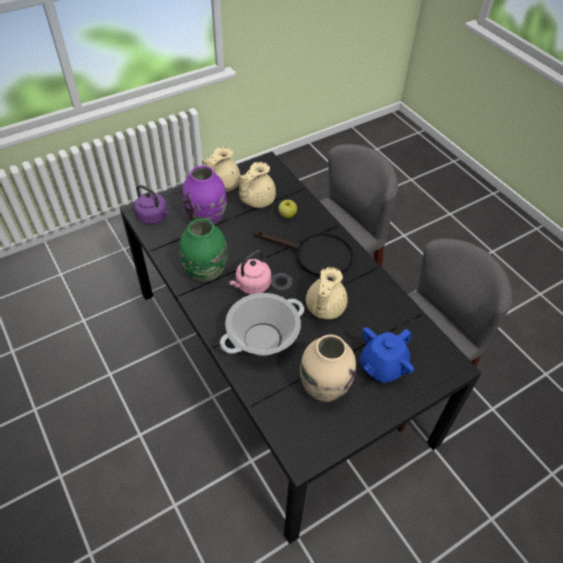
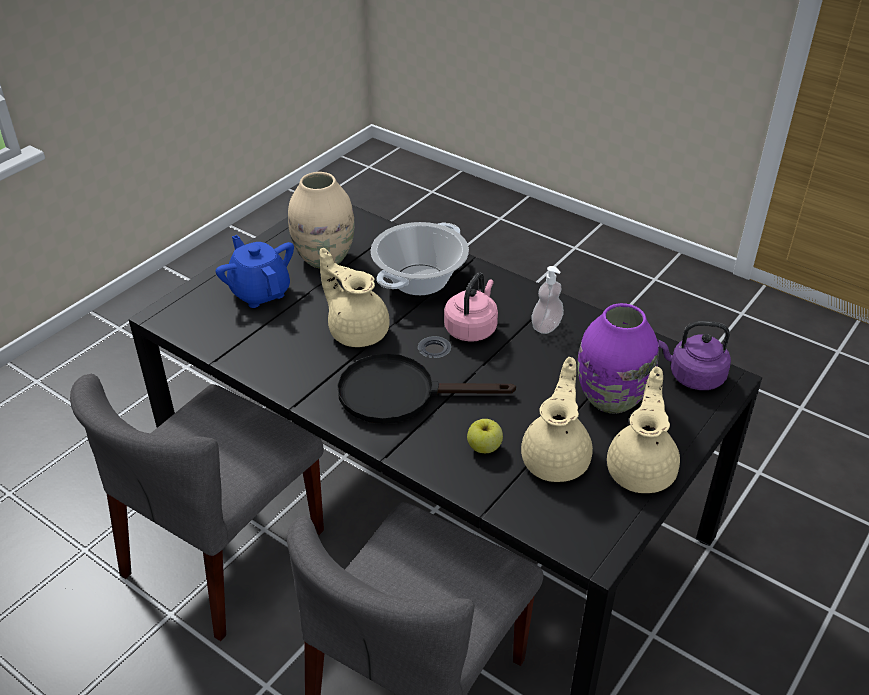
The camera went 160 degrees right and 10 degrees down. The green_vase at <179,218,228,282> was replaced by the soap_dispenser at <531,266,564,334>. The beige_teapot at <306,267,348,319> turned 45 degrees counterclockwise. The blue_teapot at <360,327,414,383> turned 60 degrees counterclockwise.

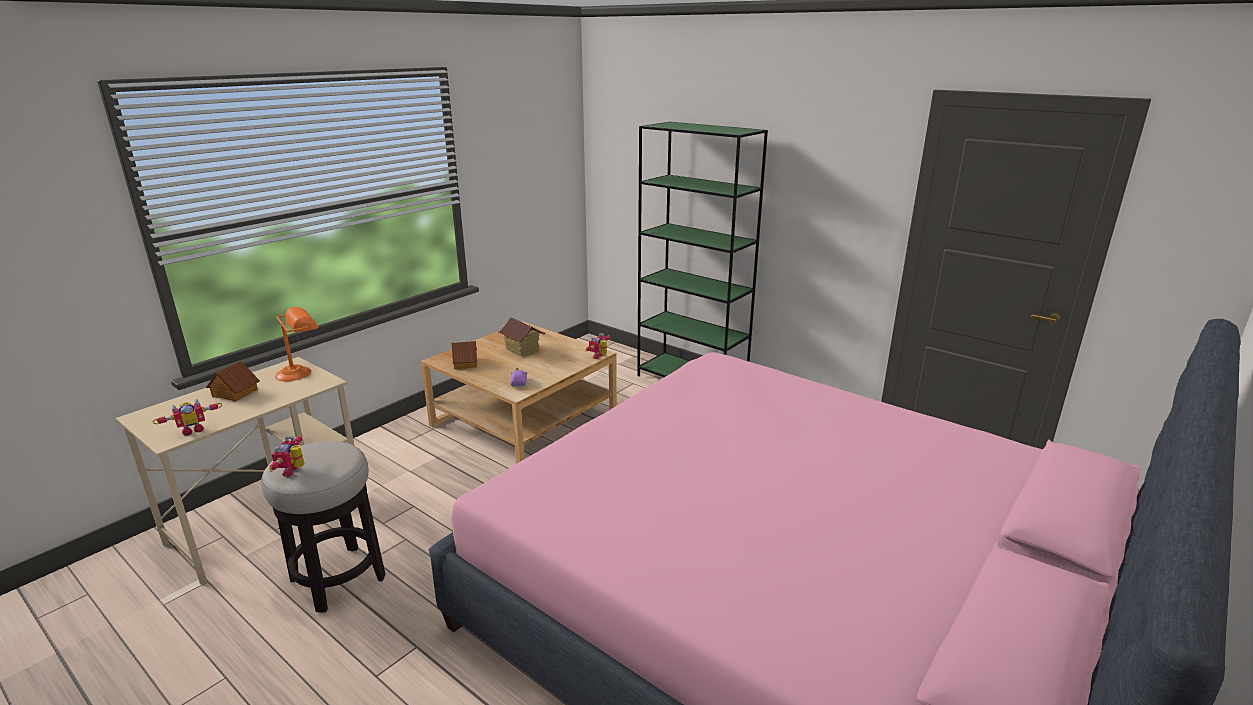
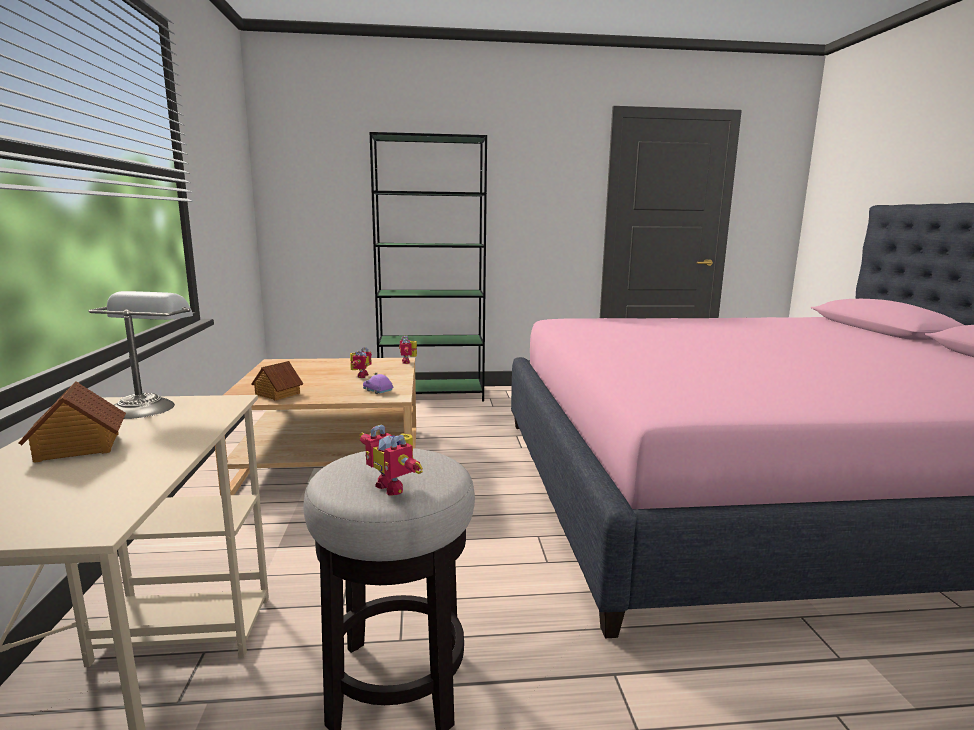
The camera went 45 degrees left and 10 degrees down. The toy_robot moved from <152,399,222,436> to <350,347,372,378>. The orange_table_lamp at <275,307,318,381> became the white_table_lamp at <88,291,193,419>. The toy_house at <498,317,545,357> disappeared.

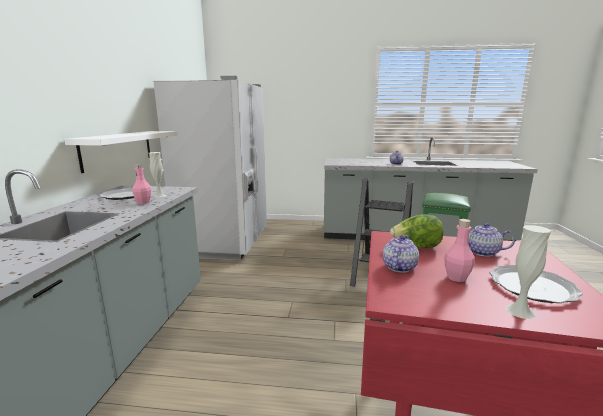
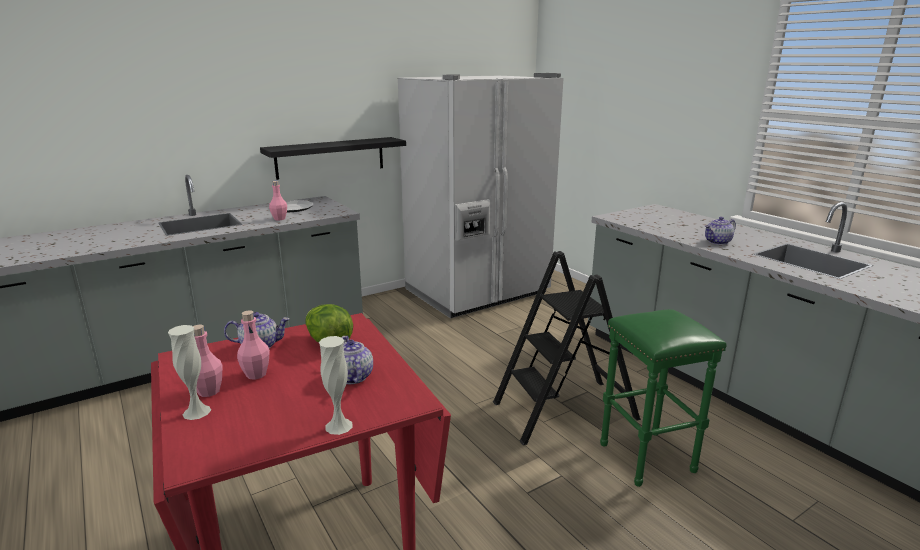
The camera went 50 degrees right and 5 degrees up. The white_shelf at <64,131,178,173> became the black_shelf at <260,137,406,180>. The white_vase moved from <149,152,166,197> to <319,336,352,435>. The plate at <489,265,583,303> disappeared. The pink_bottle at <193,325,223,397> appeared.

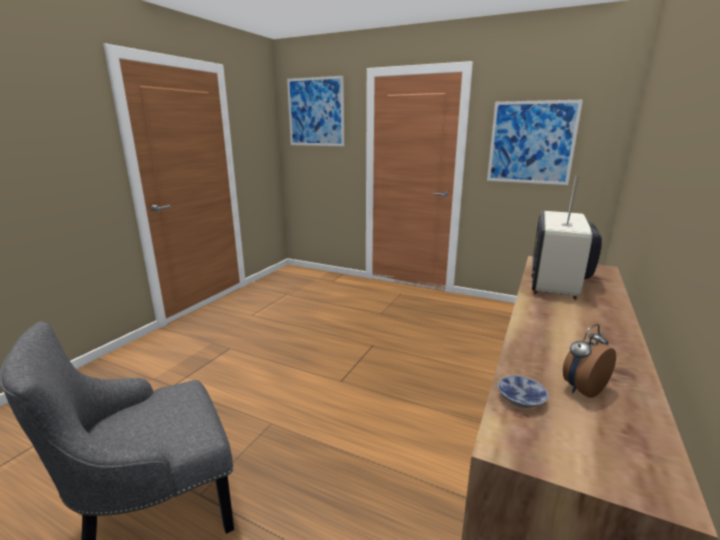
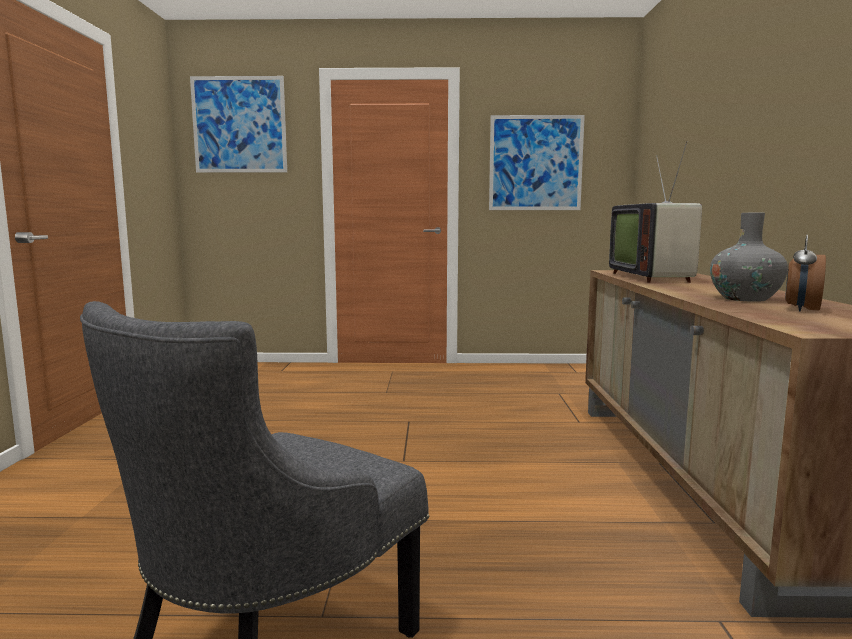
The camera went 25 degrees left and 10 degrees down. The bowl at <498,376,548,408> disappeared. The grey_vase at <710,213,788,302> appeared.

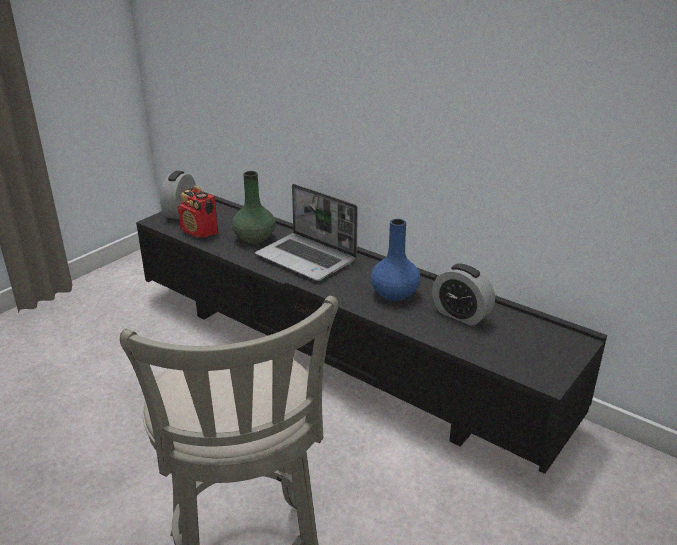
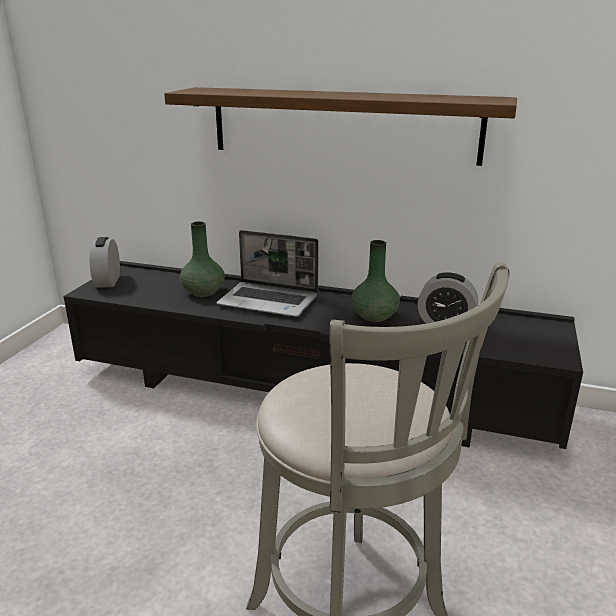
The camera went 20 degrees left and 5 degrees down. The radio at <178,186,218,238> disappeared. The blue_vase at <370,219,421,301> became the green_vase at <351,240,400,322>. The shelf at <164,87,517,166> appeared.

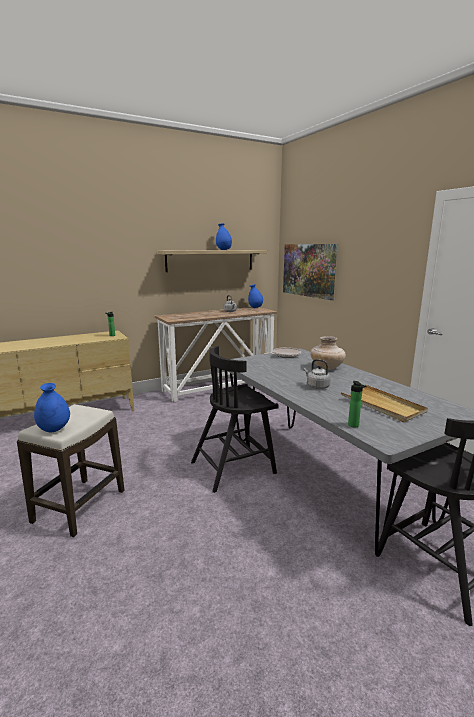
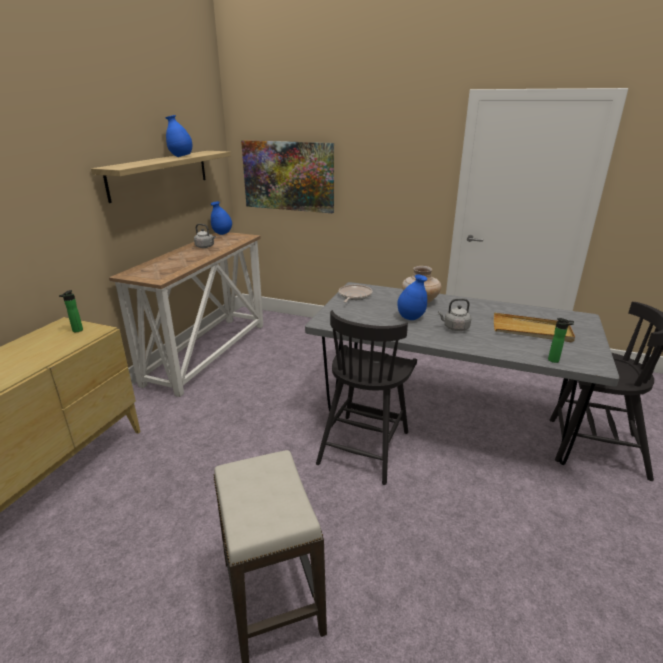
The camera went 40 degrees left and 10 degrees up. The blue_vase moved from <34,383,70,432> to <397,274,427,320>.

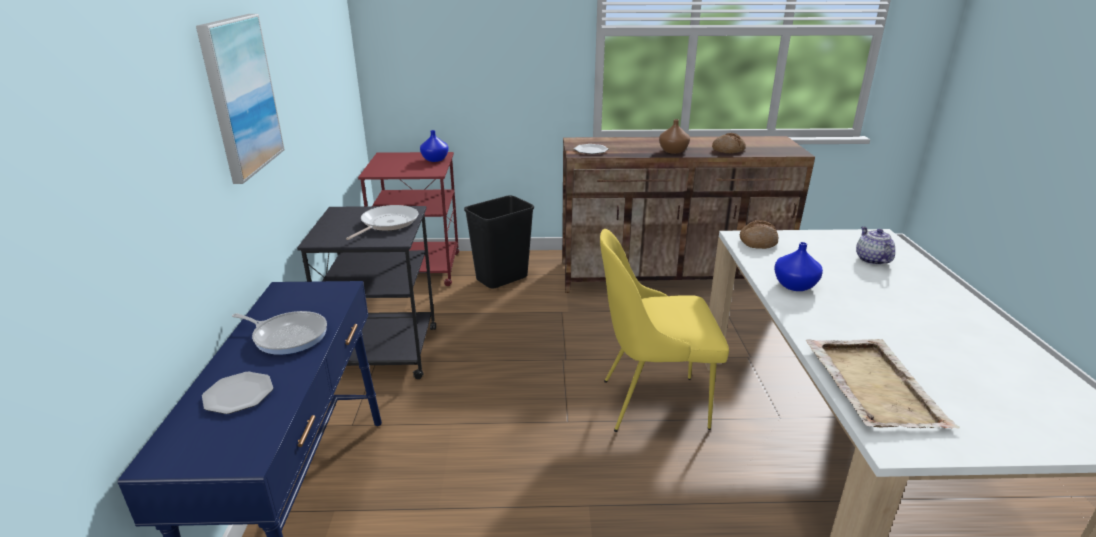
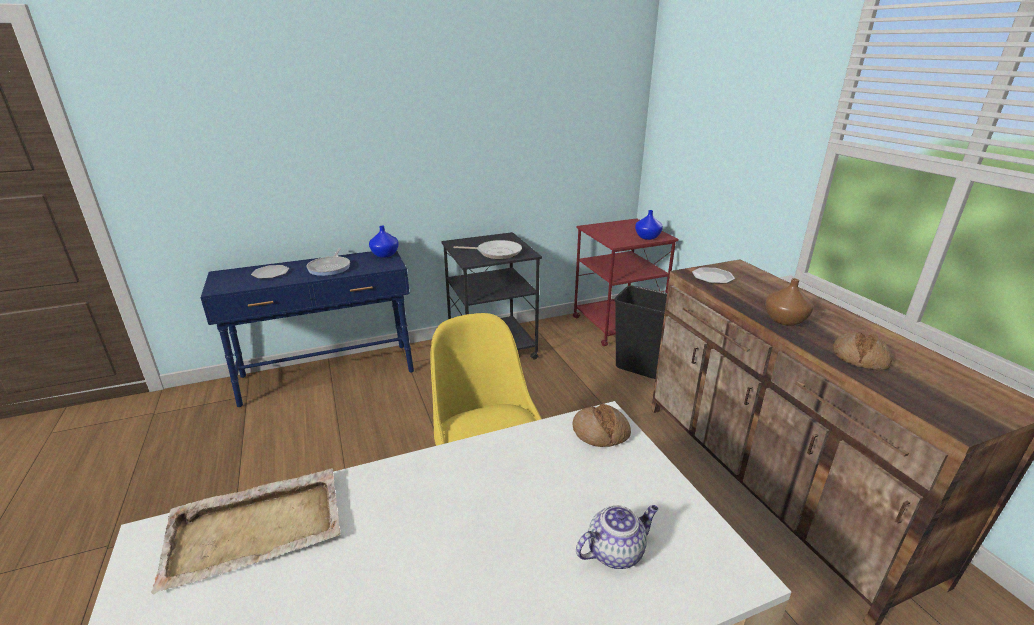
The camera went 70 degrees right and 0 degrees up. The picture at <196,14,285,184> disappeared. The blue_vase moved from <774,242,823,291> to <369,226,399,258>.

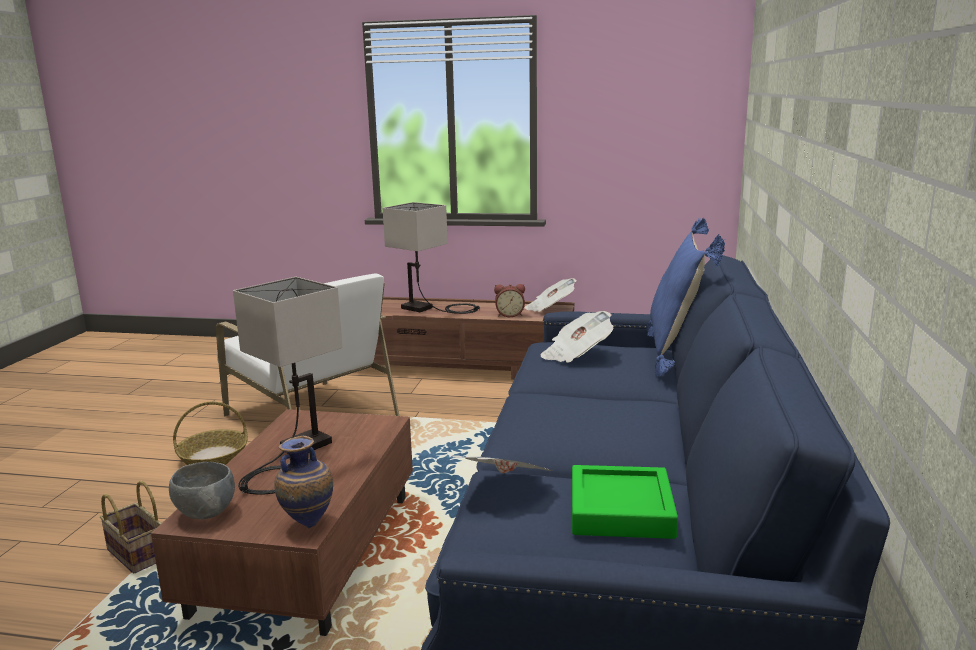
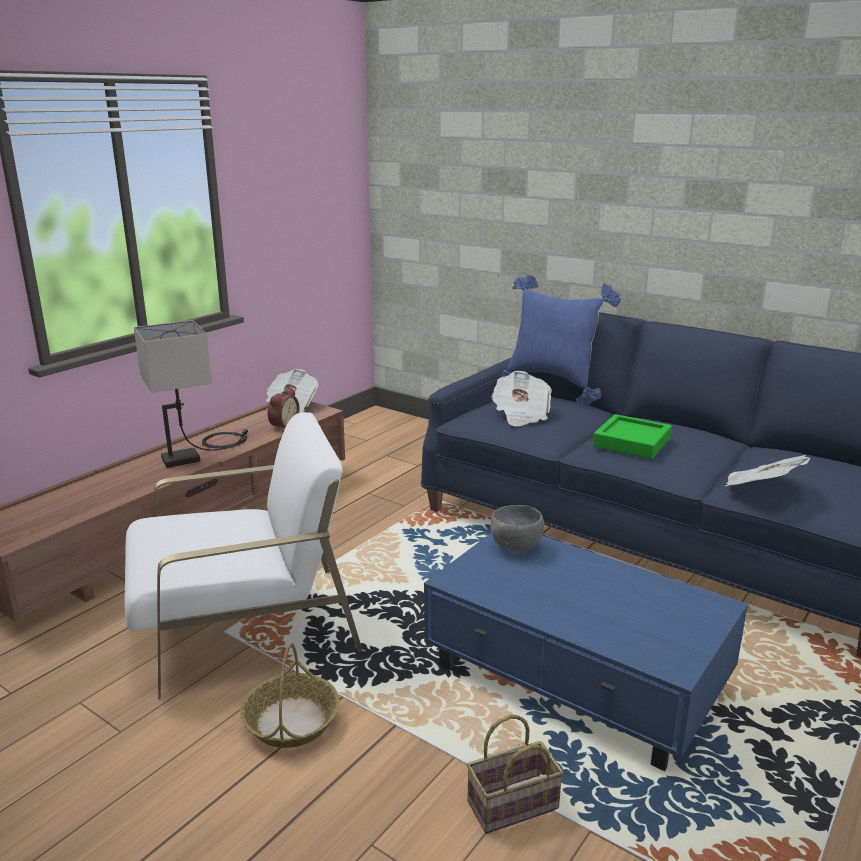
The camera went 65 degrees left and 5 degrees up. The brown_coffee_table at <151,409,413,636> became the blue_coffee_table at <424,533,748,771>. The grey_bowl moved from <169,462,235,519> to <491,505,544,552>. The table_lamp at <233,277,343,495> disappeared. The vase at <274,436,333,529> disappeared. The green_tray moved from <572,465,678,539> to <593,414,672,459>.

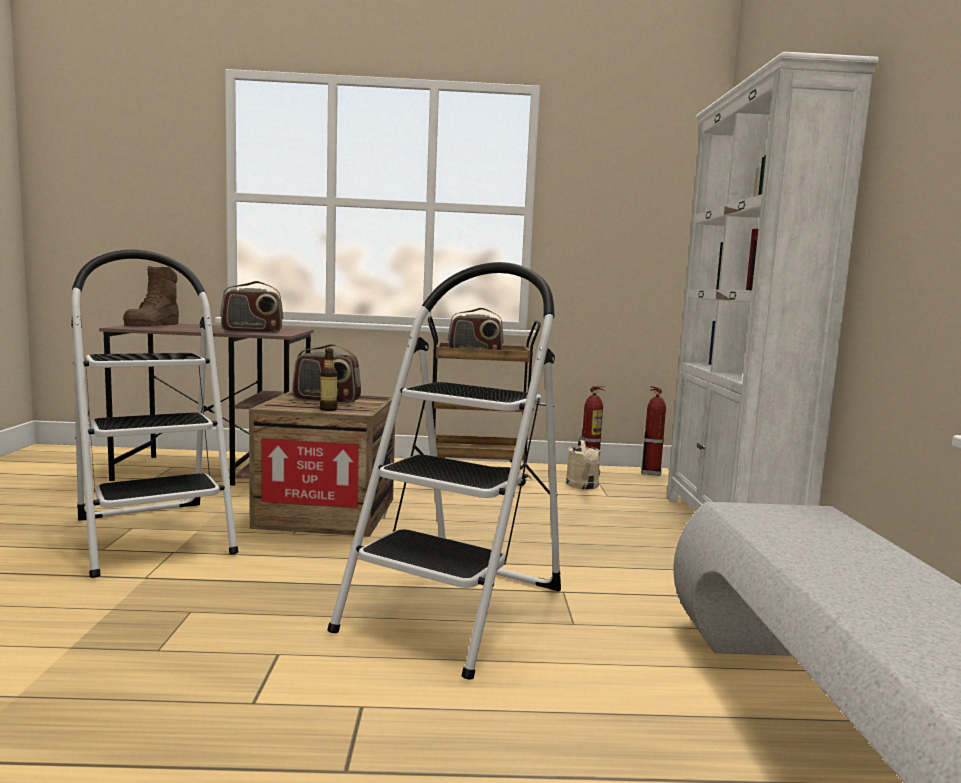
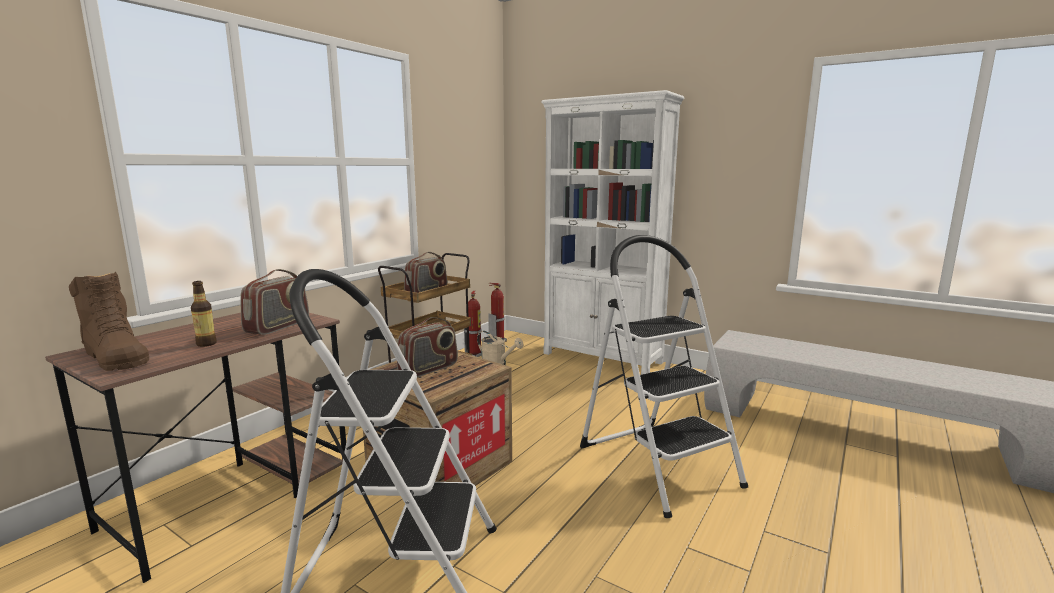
The camera went 55 degrees left and 5 degrees up. The bottle moved from <320,348,338,411> to <191,281,217,347>.

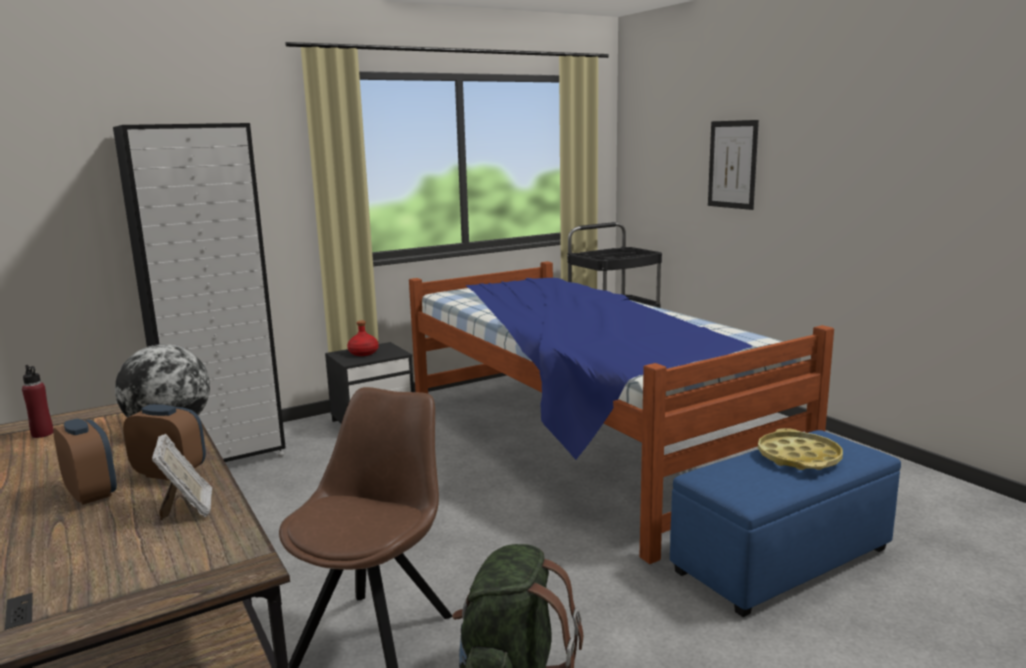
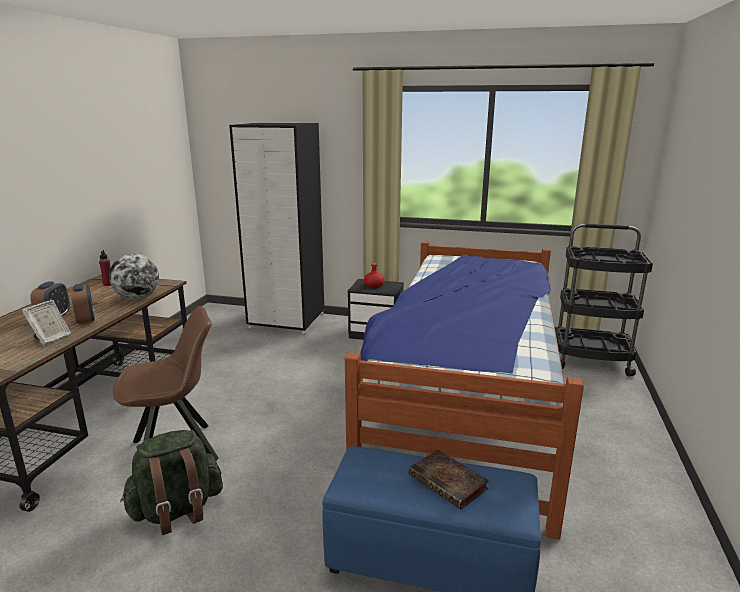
The camera went 45 degrees right and 5 degrees up. The picture at <708,120,759,210> disappeared. The yellow_tray at <758,428,843,470> was replaced by the book at <409,450,489,510>.

